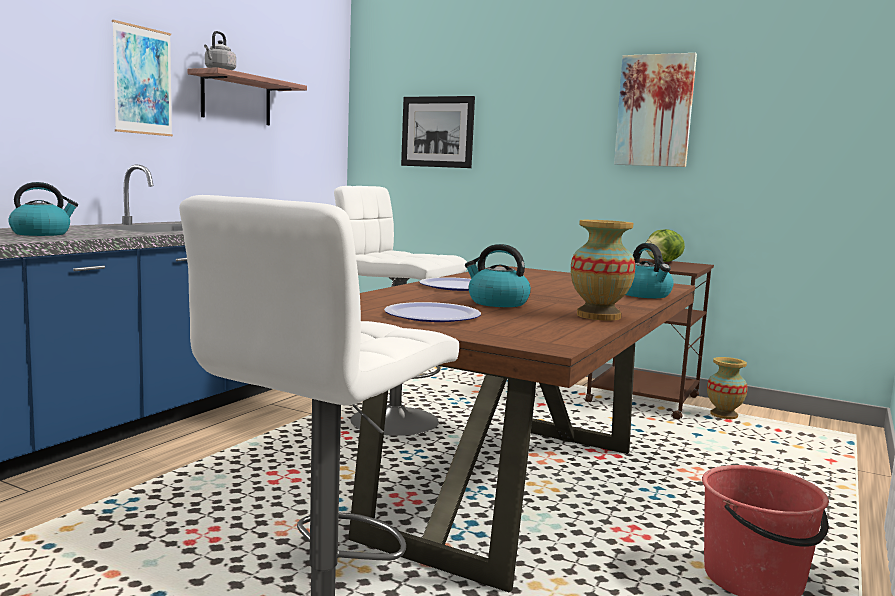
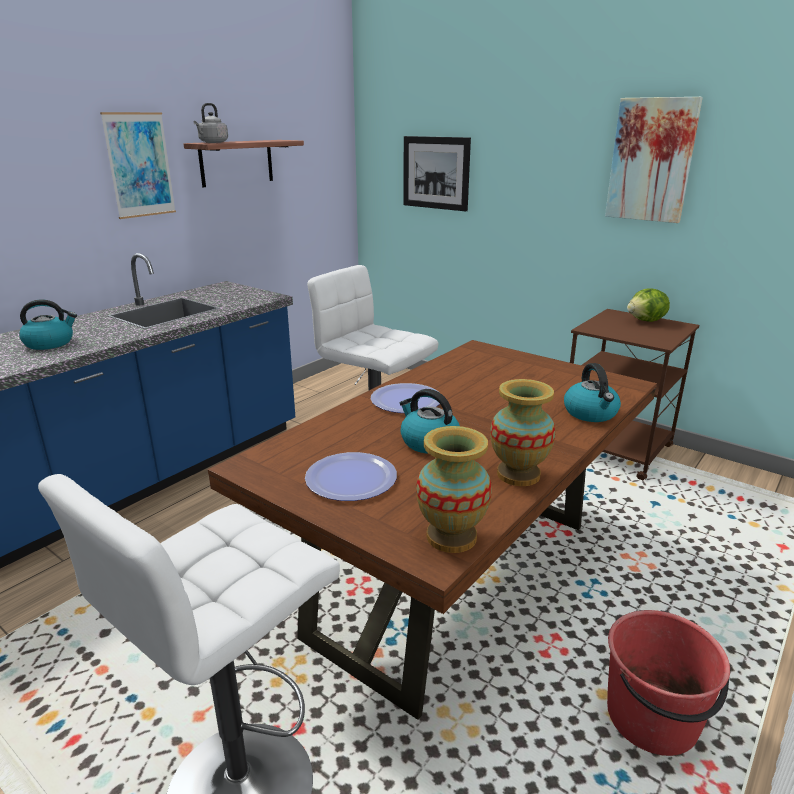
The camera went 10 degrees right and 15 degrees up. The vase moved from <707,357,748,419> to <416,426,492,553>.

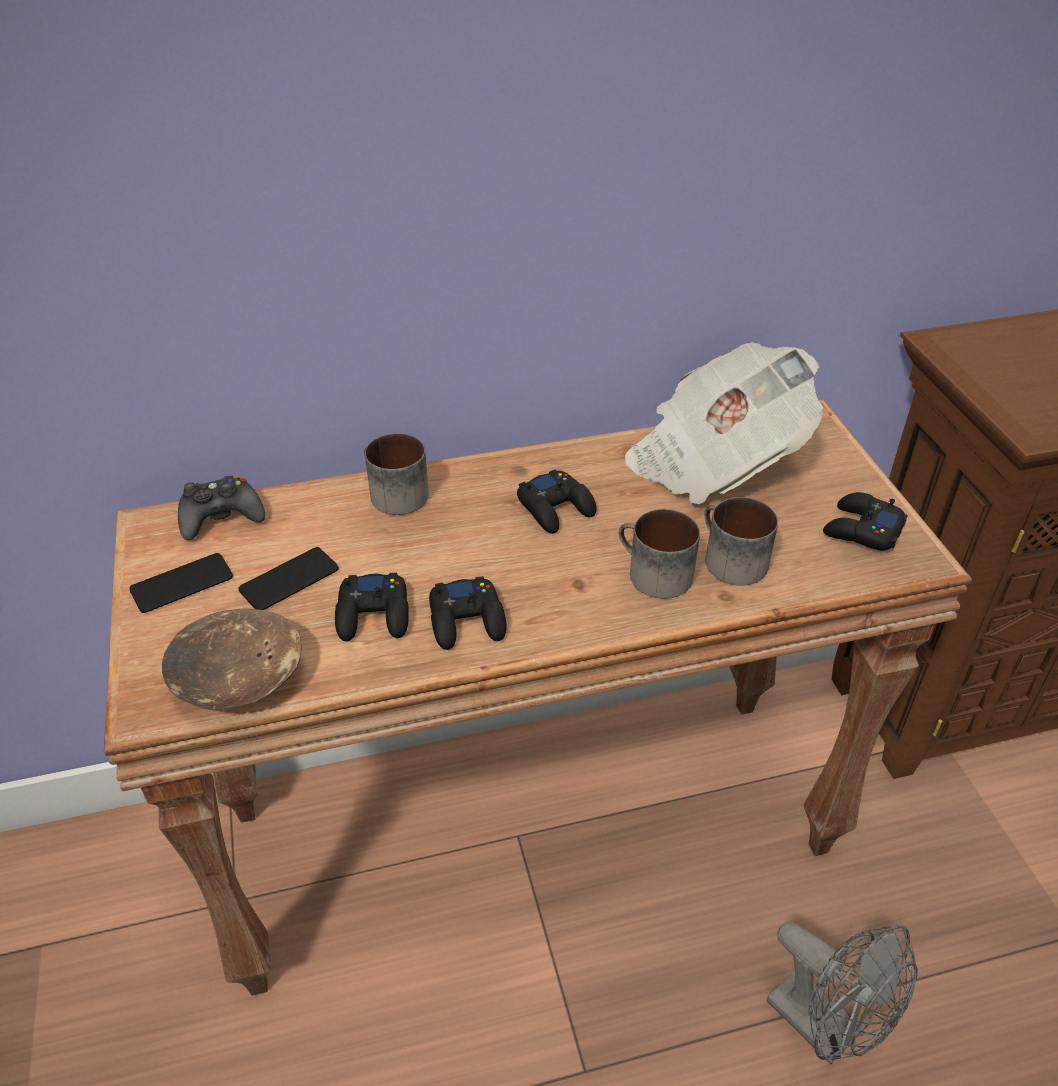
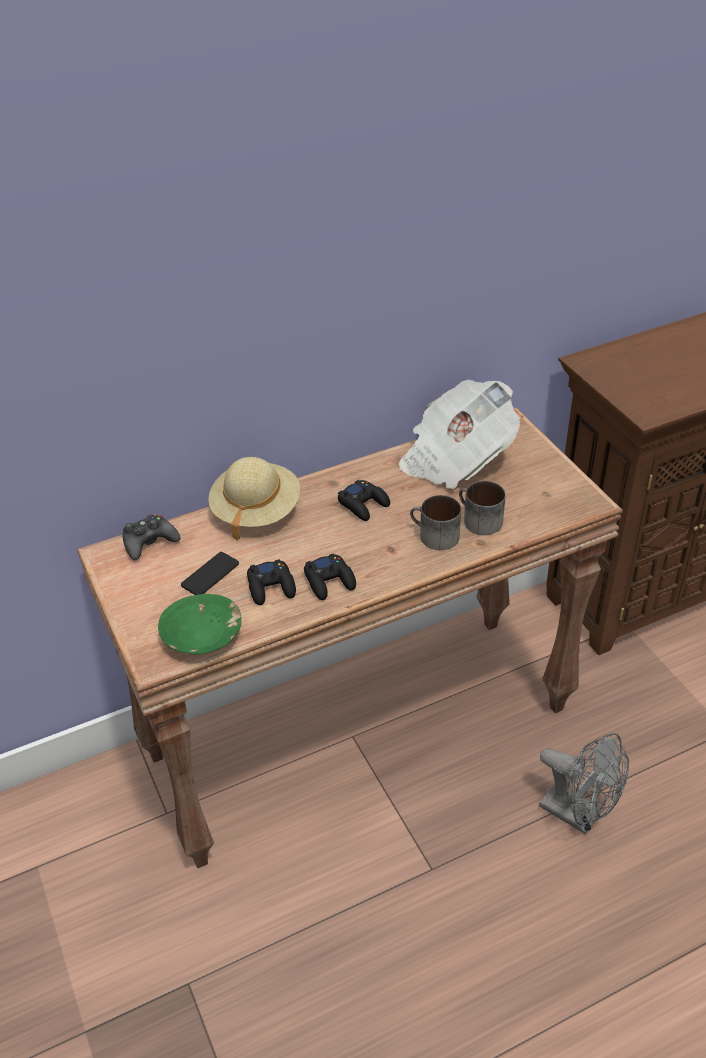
The camera went 10 degrees left and 0 degrees up. The phone at <130,553,233,613> disappeared. The brown_bowl at <162,609,302,711> became the green_bowl at <158,594,242,654>. The mug at <364,433,429,515> was replaced by the beige_hat at <208,457,300,541>. The black_game_controller at <823,492,908,551> disappeared.

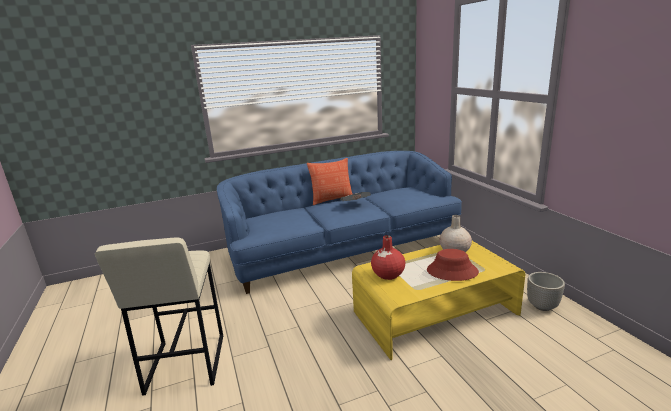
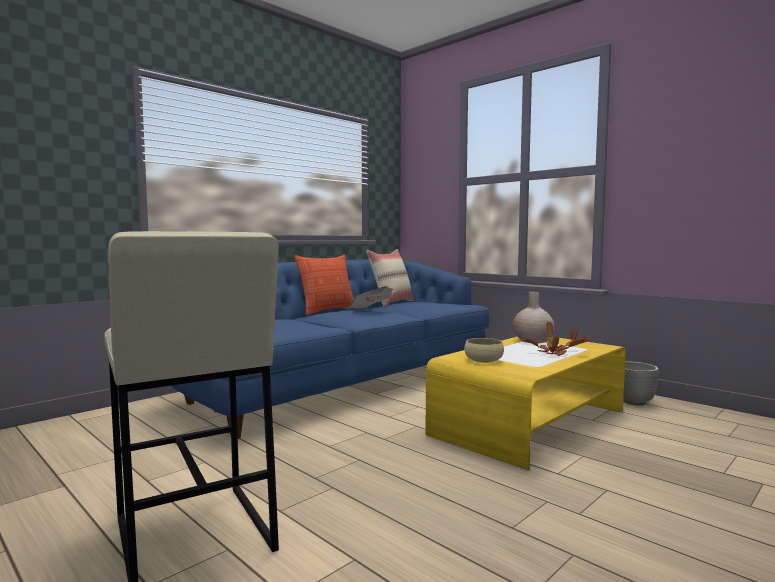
The camera went 25 degrees left and 15 degrees down. The red_vase at <371,235,405,280> was replaced by the beige_bowl at <464,338,504,363>. The red_hat at <427,249,479,281> was replaced by the potted_plant at <524,321,589,356>. The beige_pillow at <367,249,414,307> appeared.

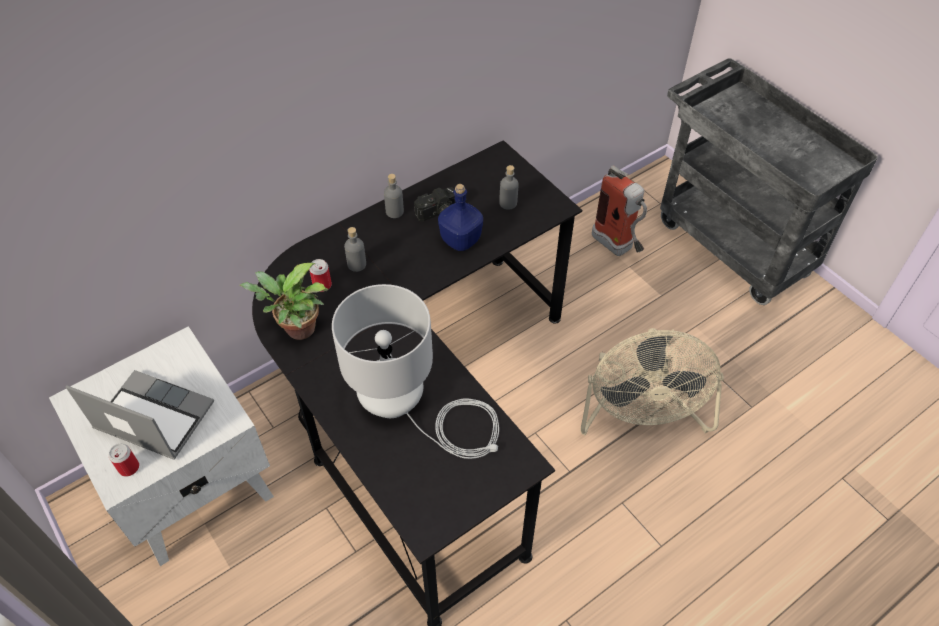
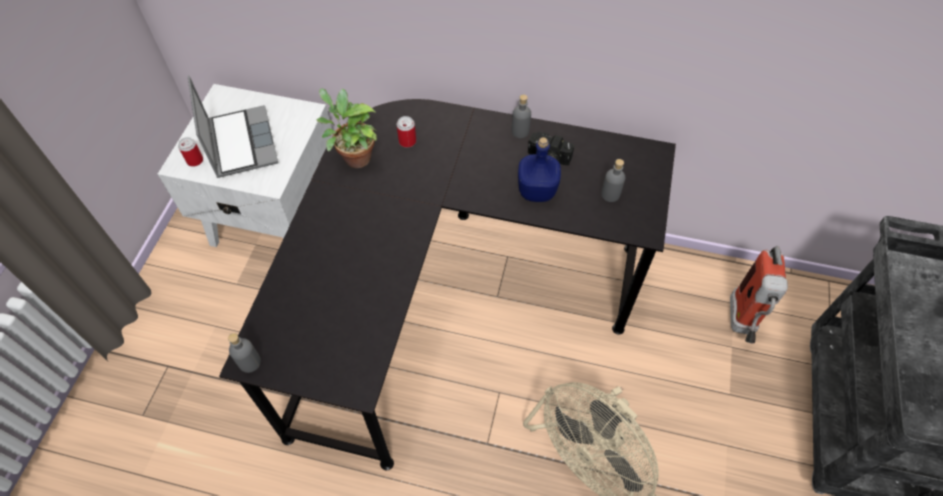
The camera went 50 degrees right and 5 degrees up. The white_table_lamp at <332,284,499,459> disappeared. The grey_bottle moved from <344,227,366,272> to <228,333,261,373>.

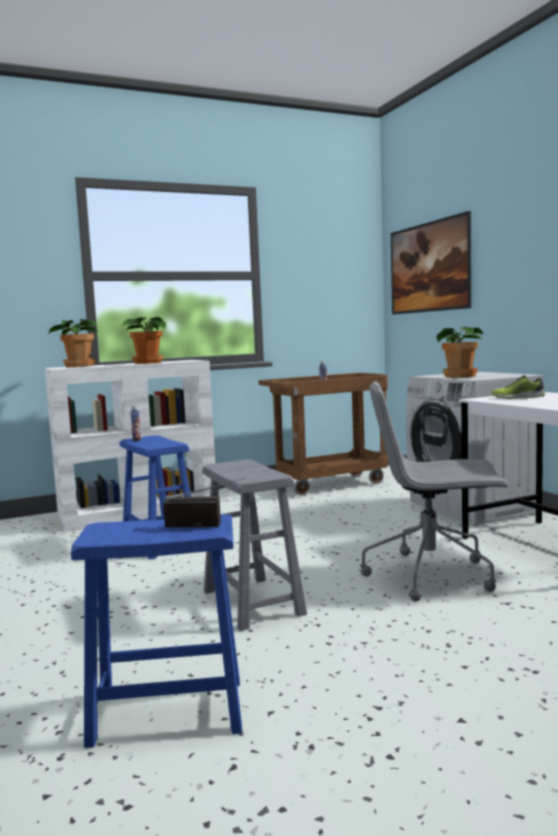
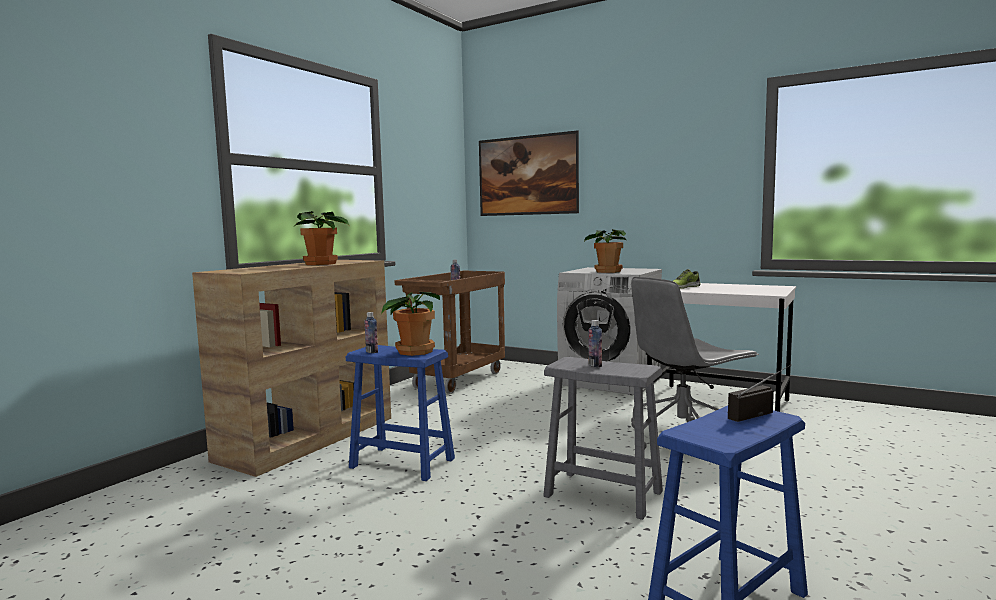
The camera went 35 degrees left and 0 degrees up. The white_bookcase at <45,360,215,532> became the brown_bookcase at <192,260,391,477>. The potted_plant moved from <48,319,98,367> to <381,292,440,356>. The bottle at <588,320,602,367> appeared.

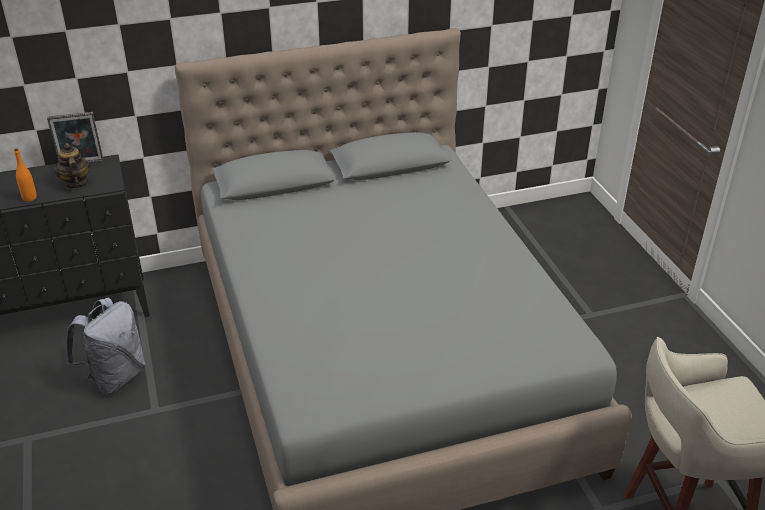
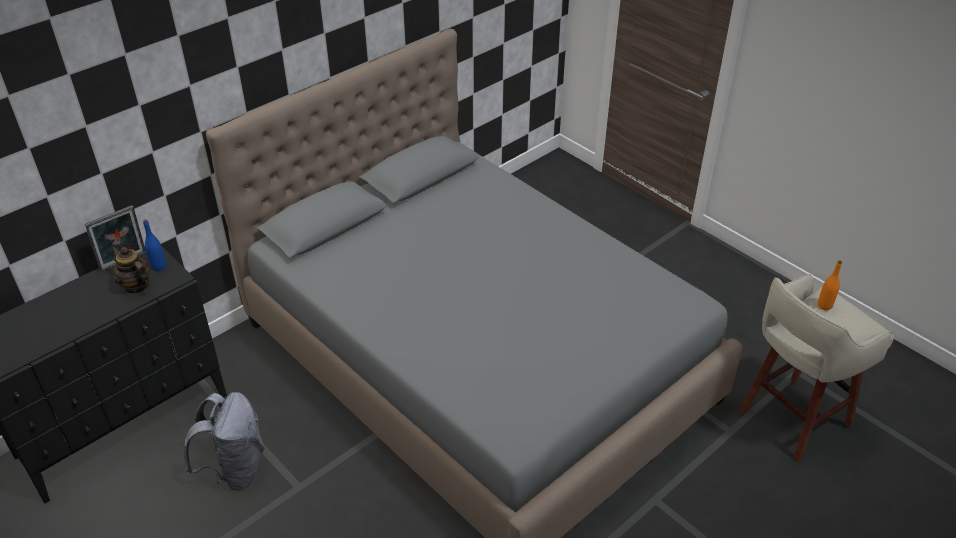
The camera went 25 degrees left and 5 degrees up. The orange_bottle moved from <14,148,37,202> to <818,260,842,310>. The blue_bottle at <143,220,166,271> appeared.

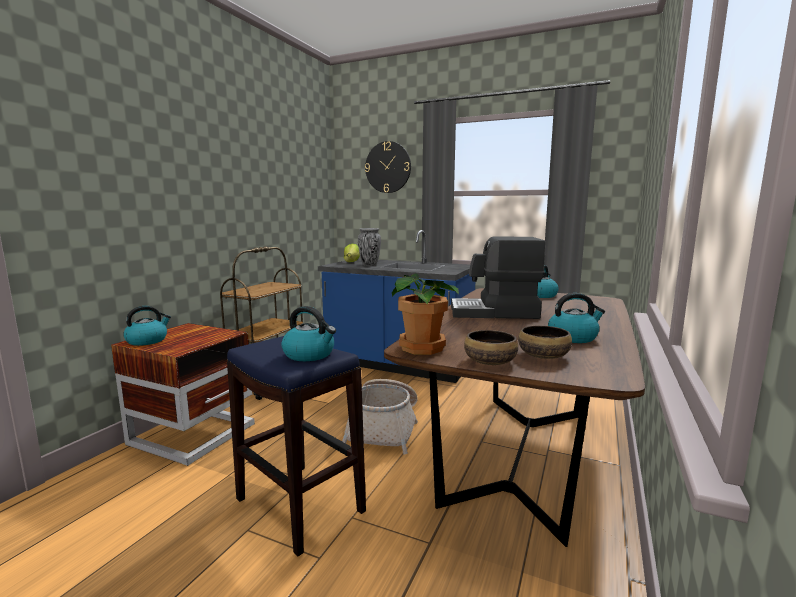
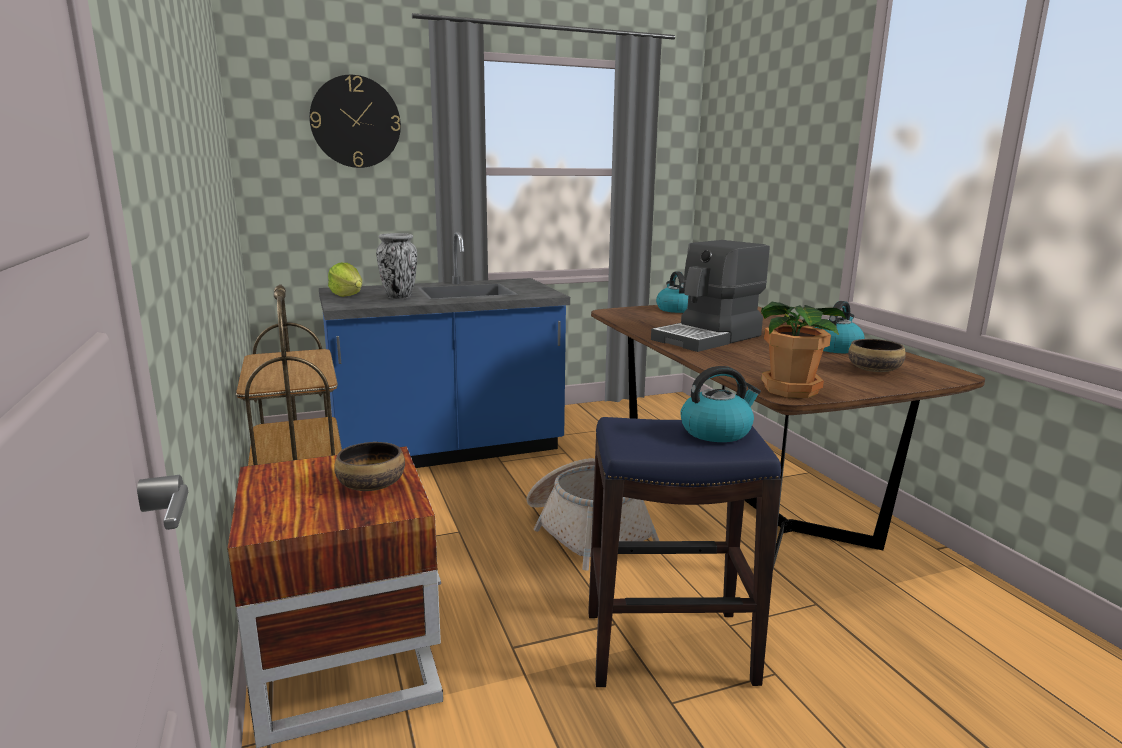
The camera went 45 degrees left and 5 degrees up. The kettle at <123,306,171,346> disappeared. The bowl moved from <464,330,518,365> to <334,442,405,491>.

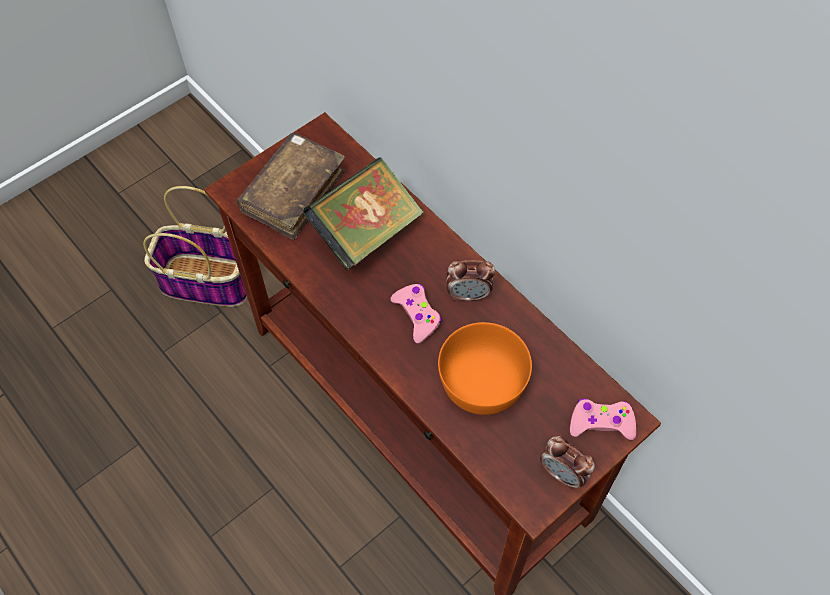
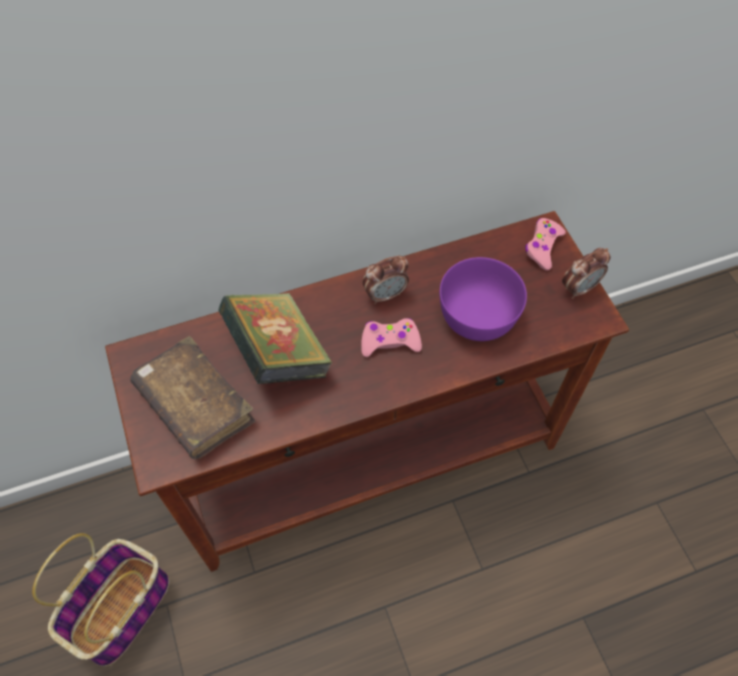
The camera went 70 degrees left and 0 degrees up. The orange_bowl at <438,322,532,415> became the purple_bowl at <440,257,527,341>. The alarm_clock at <446,260,495,301> turned 45 degrees clockwise.

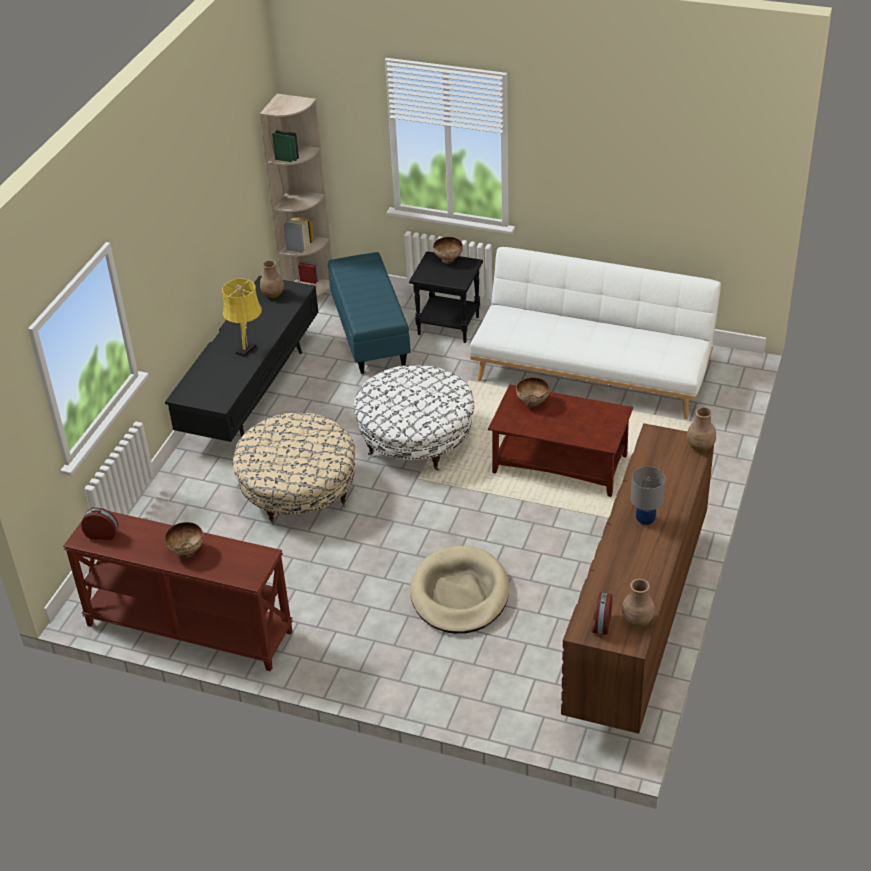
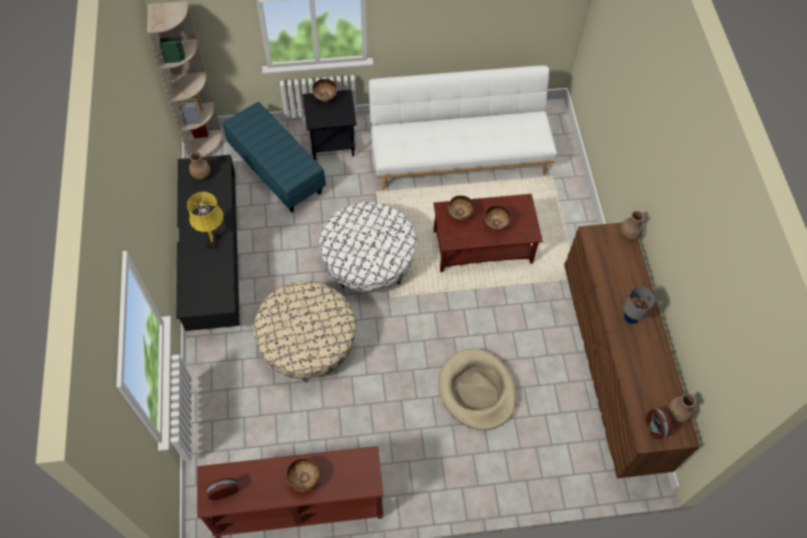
The camera went 30 degrees left and 20 degrees up. The bowl at <485,205,511,230> appeared.

